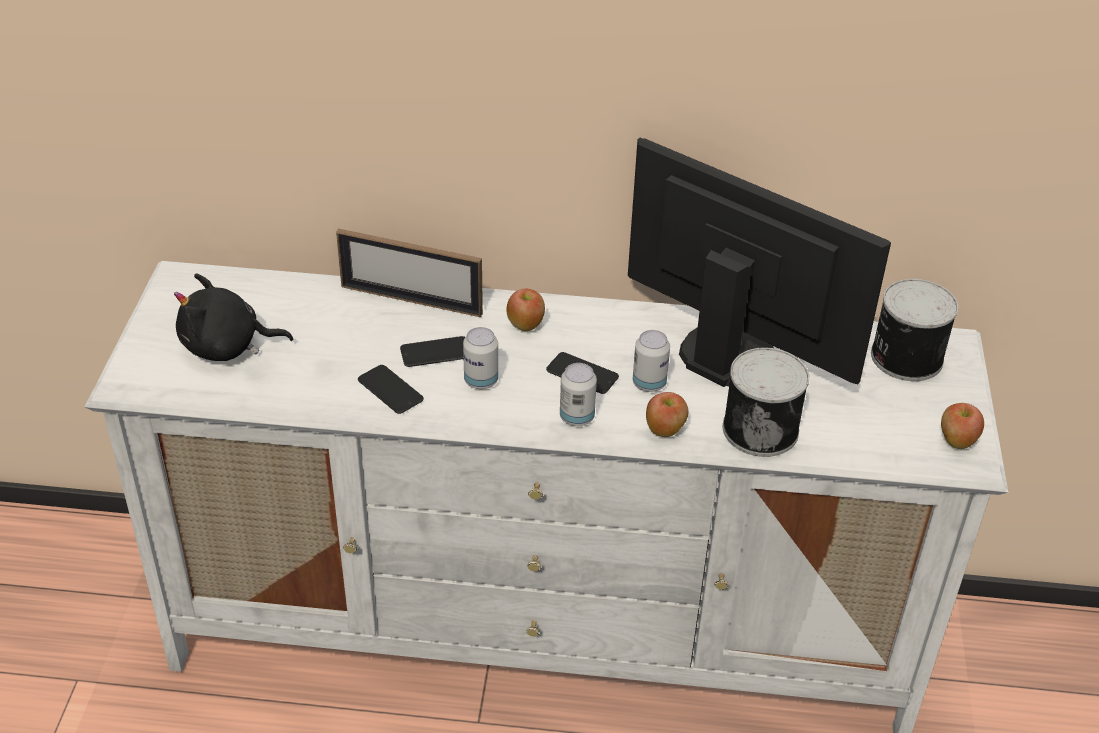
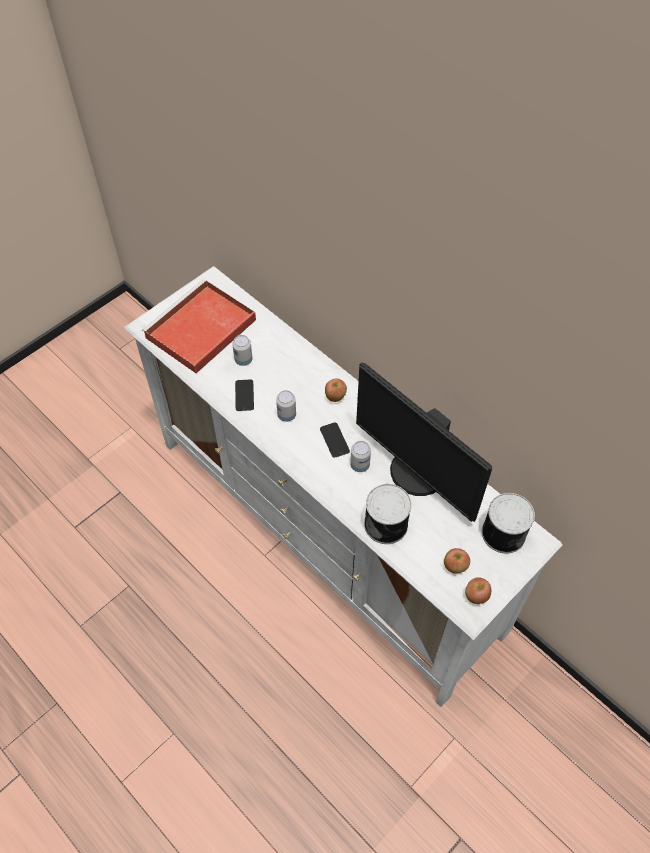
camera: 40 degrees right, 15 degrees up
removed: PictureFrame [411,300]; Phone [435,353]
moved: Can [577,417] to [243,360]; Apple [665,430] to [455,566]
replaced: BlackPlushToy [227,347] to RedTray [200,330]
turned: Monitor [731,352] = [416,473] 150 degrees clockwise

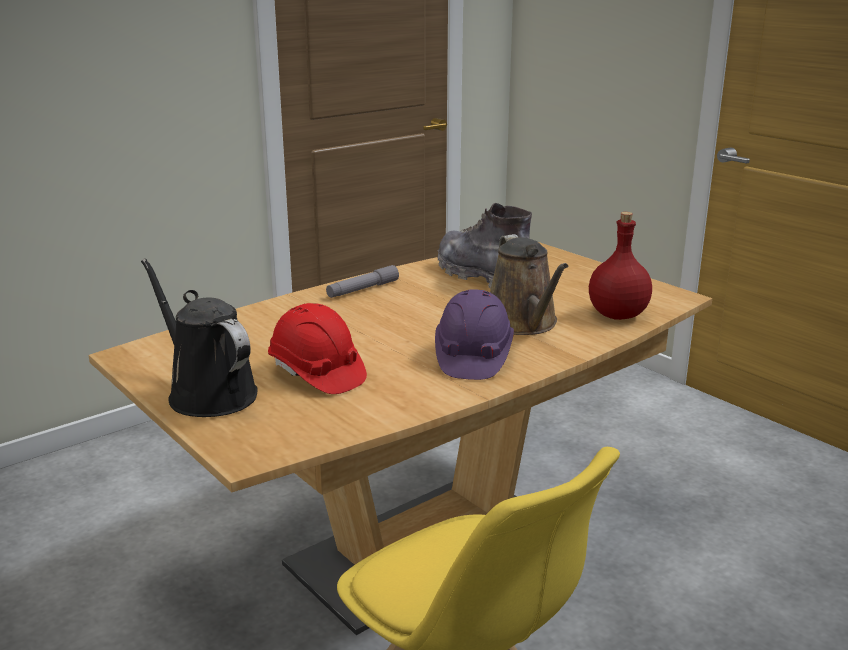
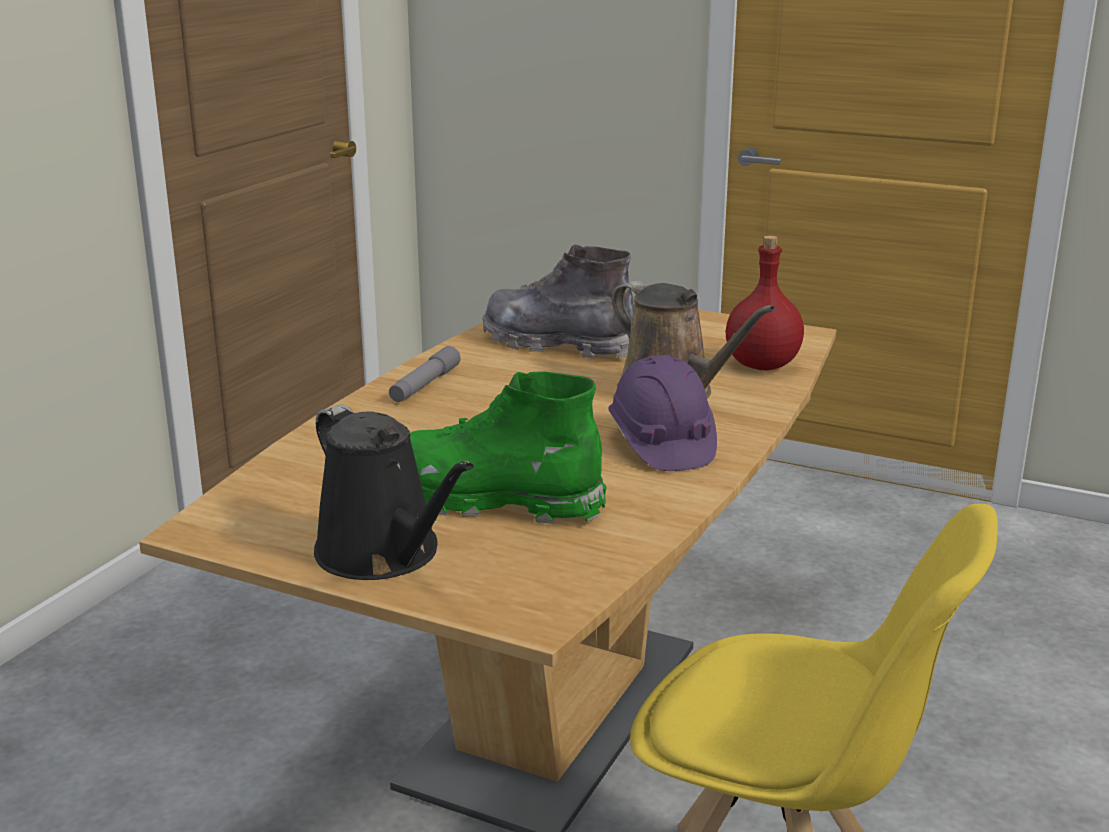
camera: 25 degrees left, 0 degrees up
replaced: RedHardHat [316,374] to GreenBoot [497,501]
turned: BlackWateringCan [208,393] = [384,554] 150 degrees counterclockwise

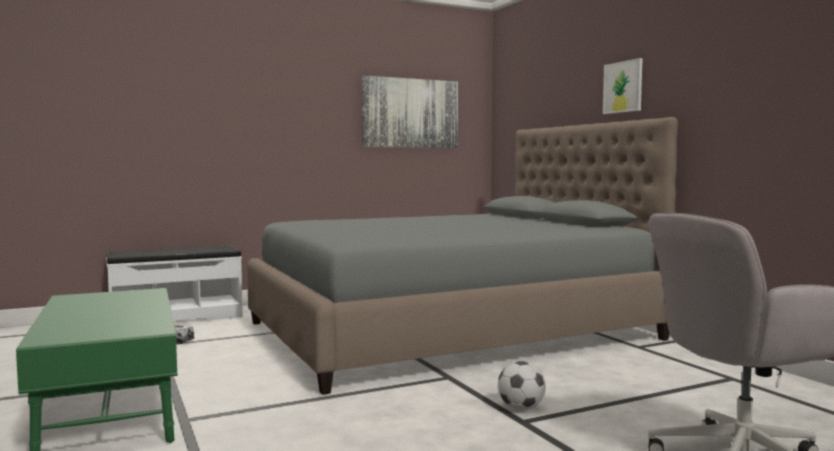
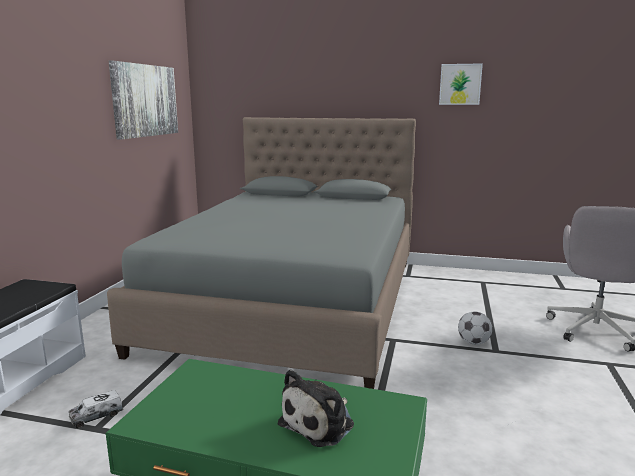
camera: 50 degrees left, 10 degrees up
added: PlushToy [320,423]
moved: Picture [623,87] to [460,84]

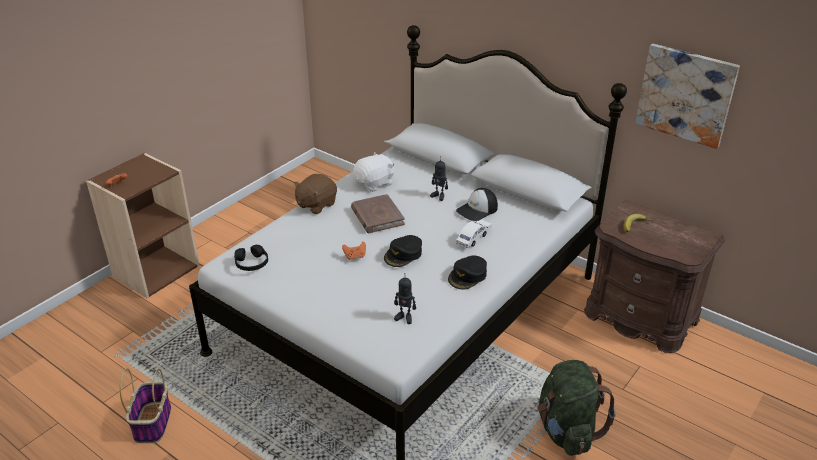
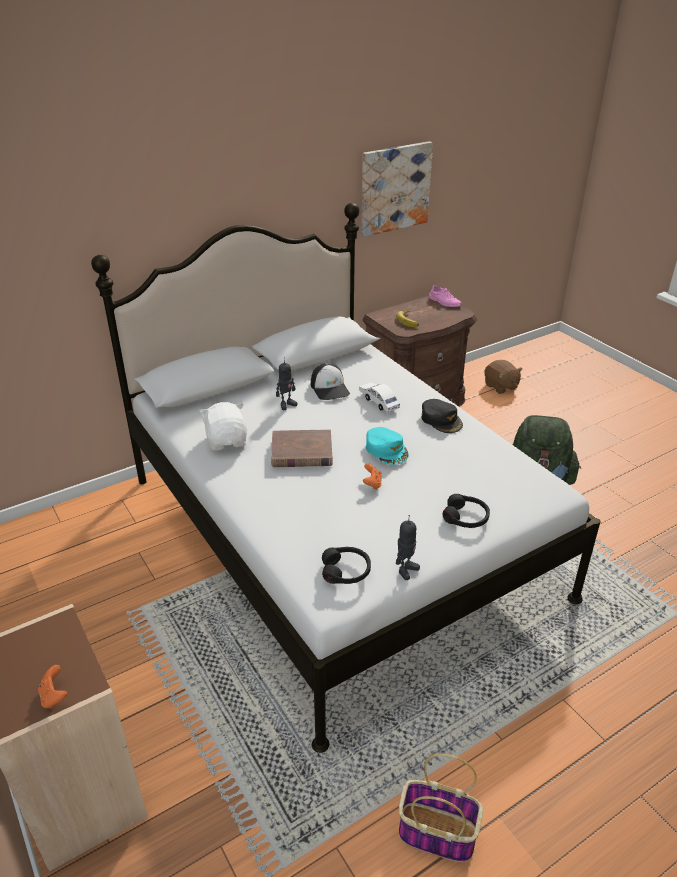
camera: 70 degrees left, 0 degrees up
added: PinkShoe [444,302]; BlackHeadphones [466,517]
moved: BrownPlushToy [316,205] to [500,386]; ToyRobot [404,317] to [406,570]
recoloured: BlackCap [403,255] to TurquoiseCap [386,450]

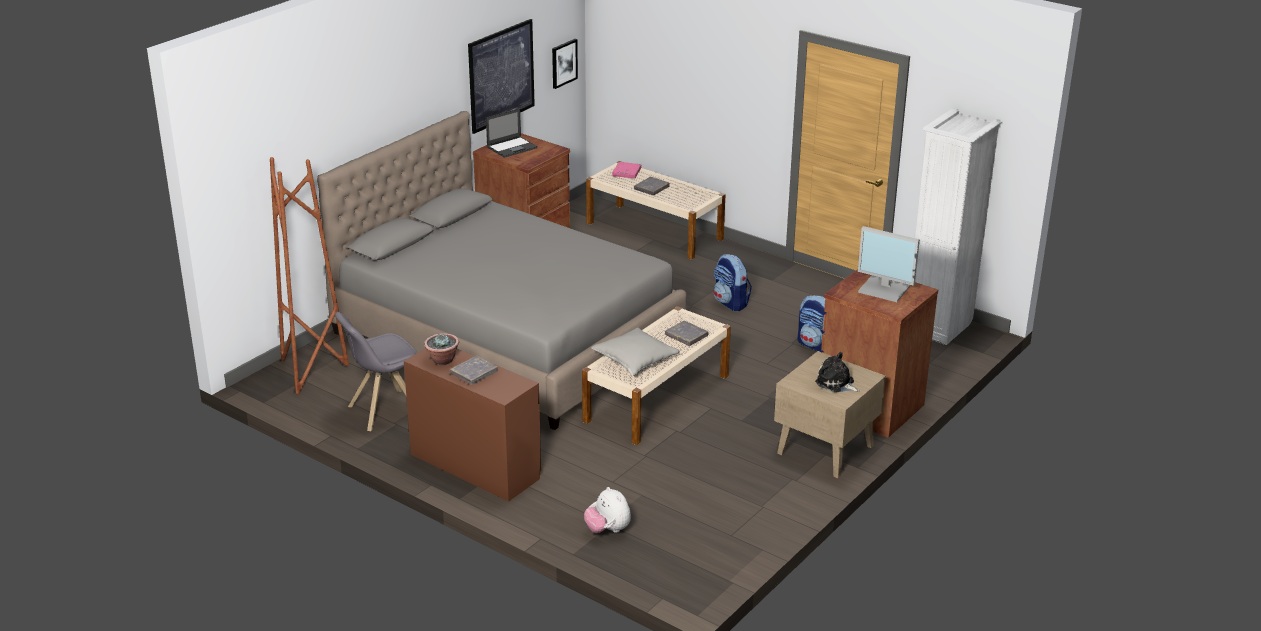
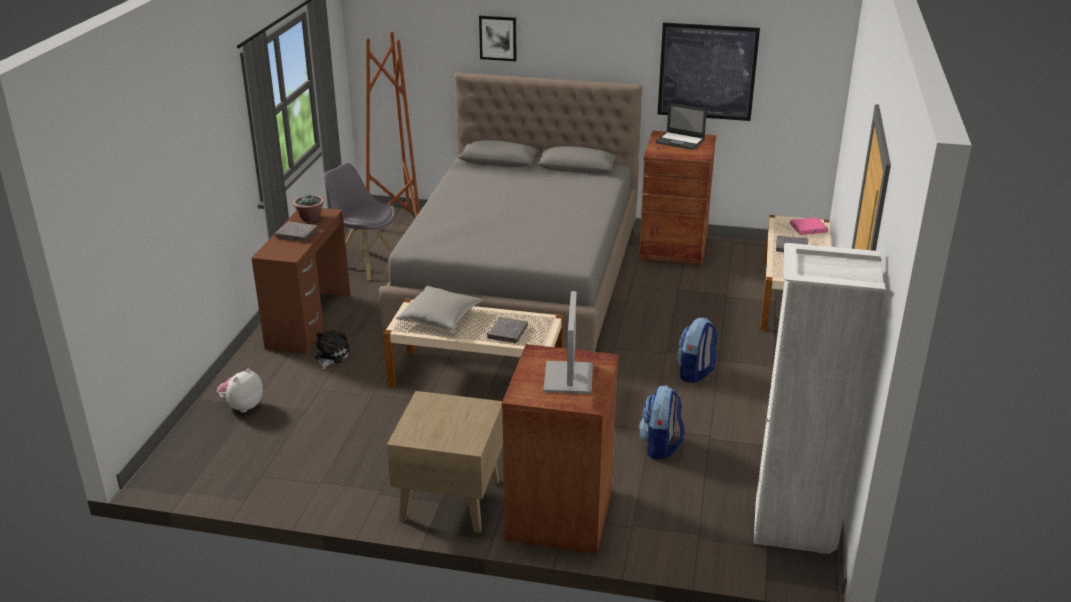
camera: 65 degrees right, 0 degrees up
moved: Picture [564,63] to [498,38]; PlushToy [836,383] to [330,356]

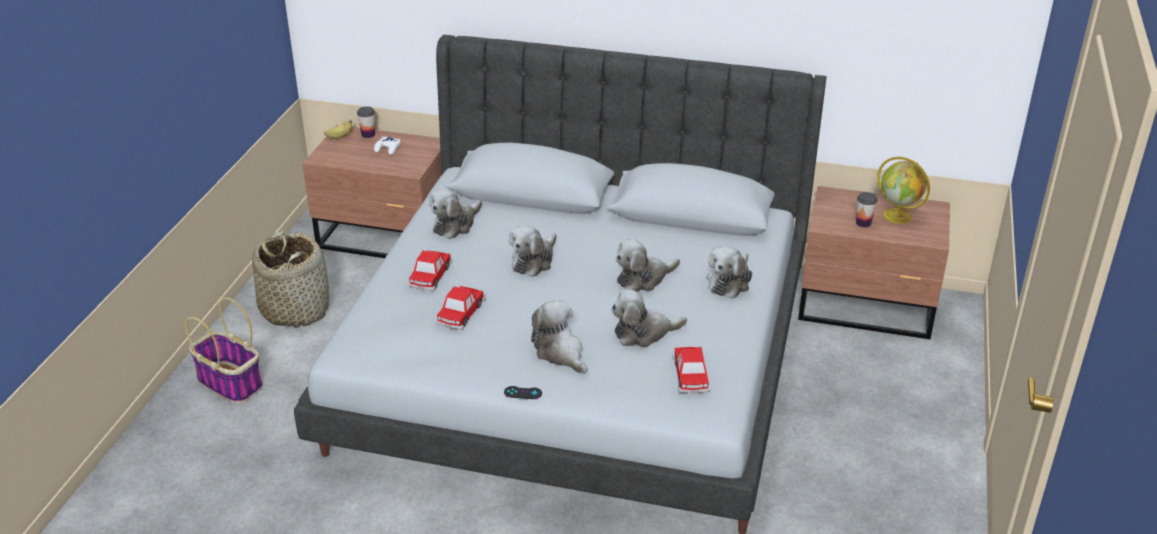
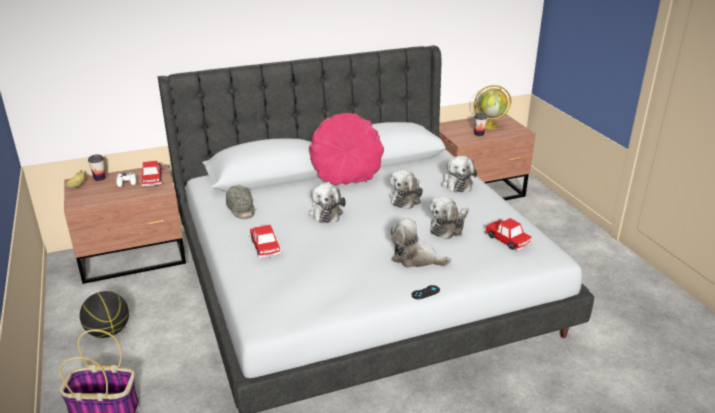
camera: 35 degrees left, 5 degrees down
added: PinkPillow [346,179]
moved: ToyCar [460,313] to [152,178]
replaced: Basket [295,309] to Basketball [109,332]; PlushToy [455,224] to GreyCap [241,210]

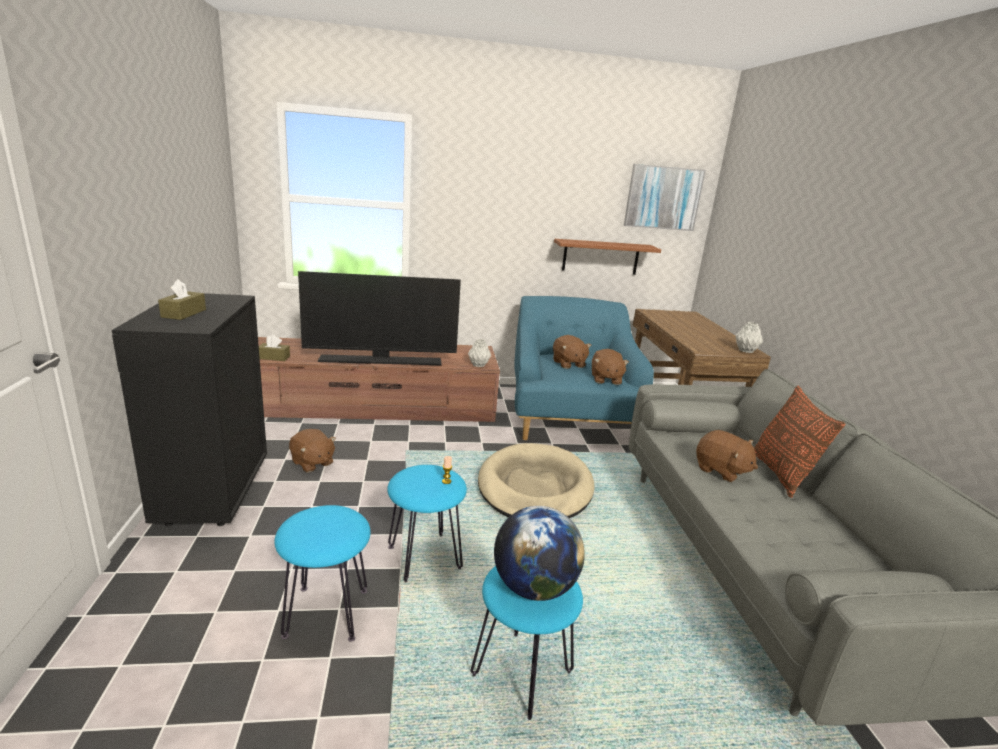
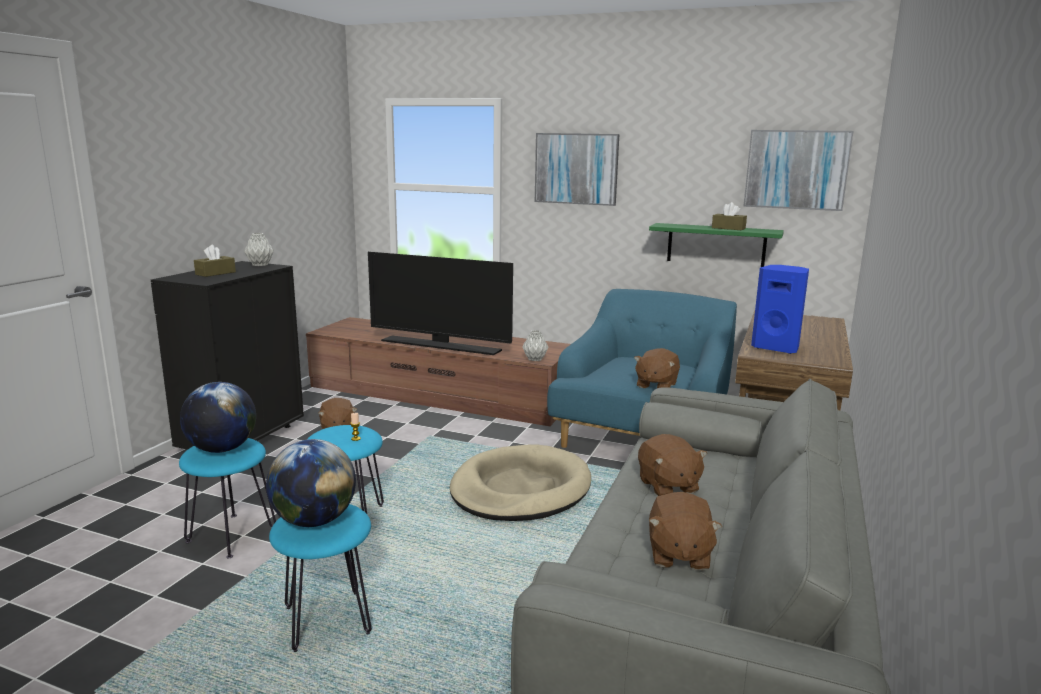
camera: 30 degrees right, 5 degrees down
removed: BrownPillow [781,475]
added: Globe [222,449]; Picture [576,169]; BlueSpeaker [776,348]
moved: BrownTissueBox [273,357] to [728,228]; BrownPlushToy [568,364] to [678,554]; GreyVase [746,351] to [260,265]
recoloured: BrownShelf [600,257] to GreenShelf [716,245]

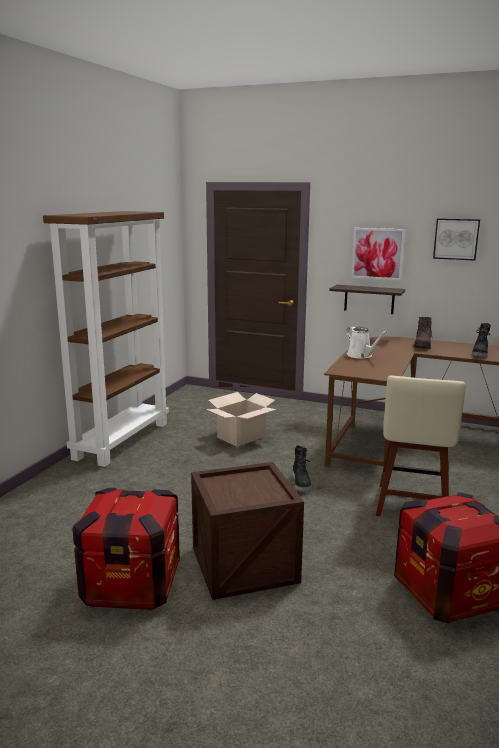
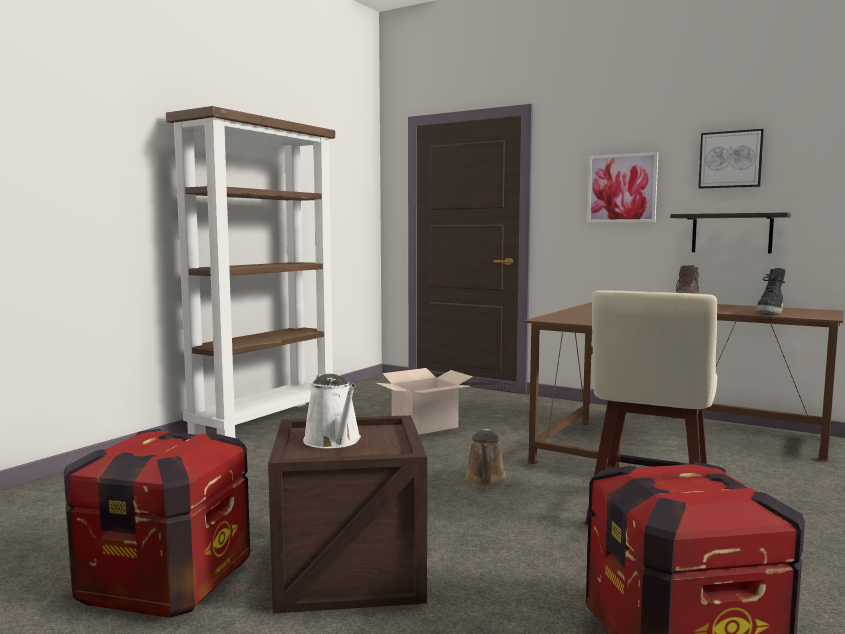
camera: 10 degrees right, 10 degrees down
moved: Shelf [369,299] to [731,233]; WhiteWateringCan [361,355] to [334,441]
replaced: BlackBoot [301,483] to BrownWateringCan [485,479]

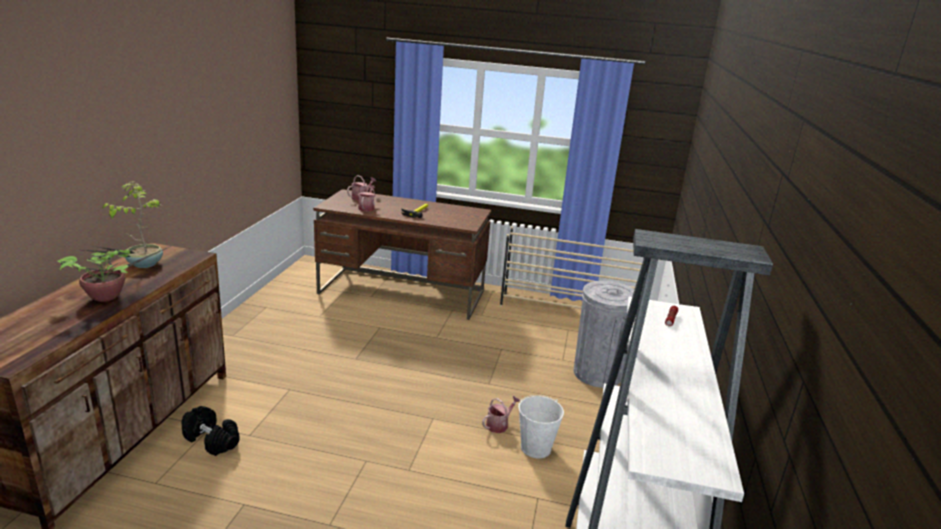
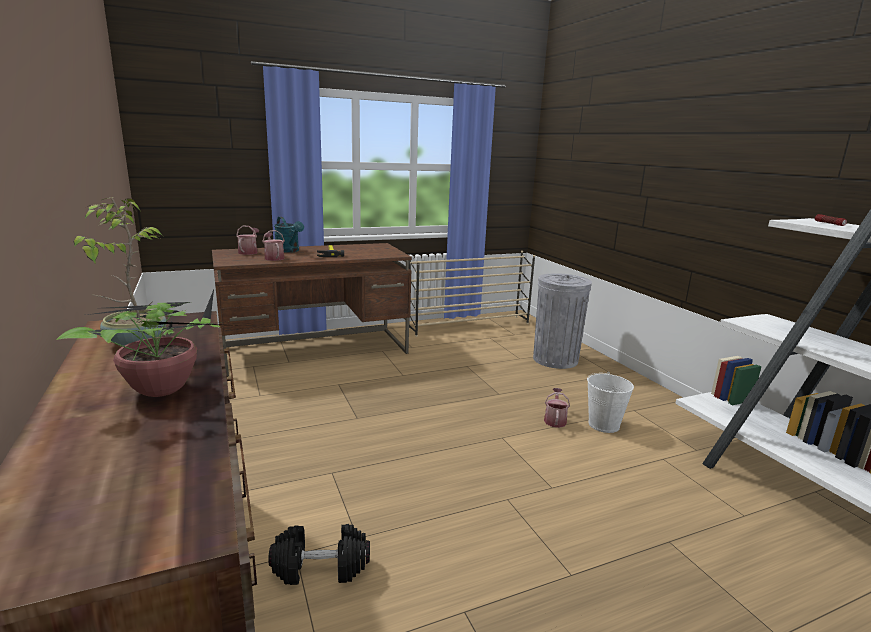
camera: 35 degrees left, 5 degrees down
added: TurquoiseWateringCan [289,251]

